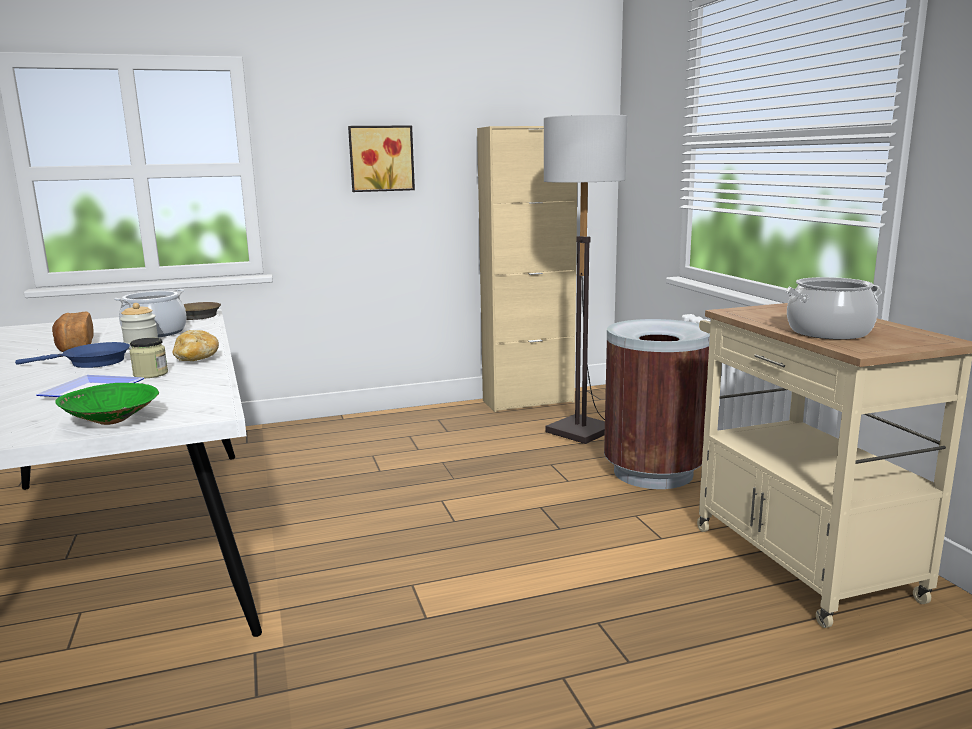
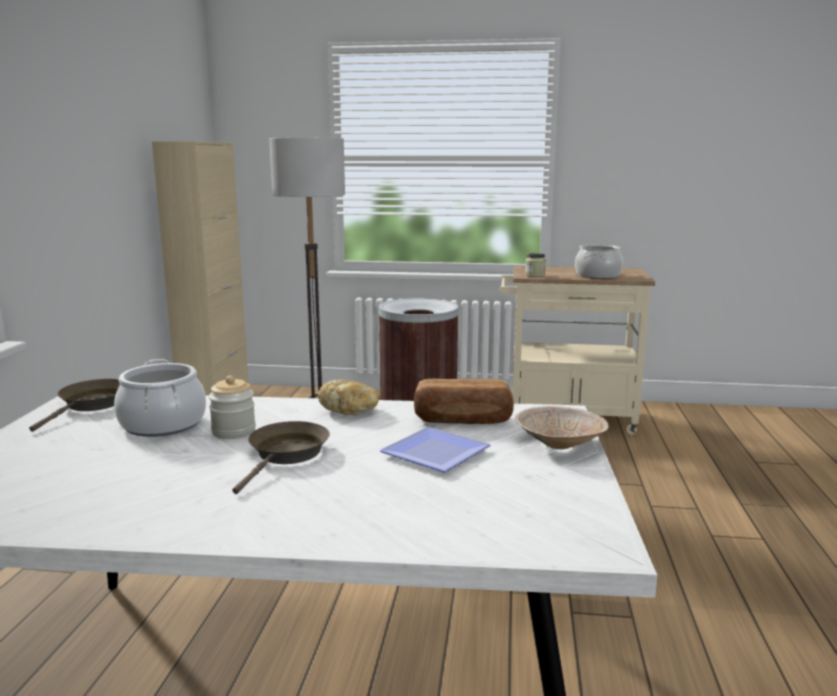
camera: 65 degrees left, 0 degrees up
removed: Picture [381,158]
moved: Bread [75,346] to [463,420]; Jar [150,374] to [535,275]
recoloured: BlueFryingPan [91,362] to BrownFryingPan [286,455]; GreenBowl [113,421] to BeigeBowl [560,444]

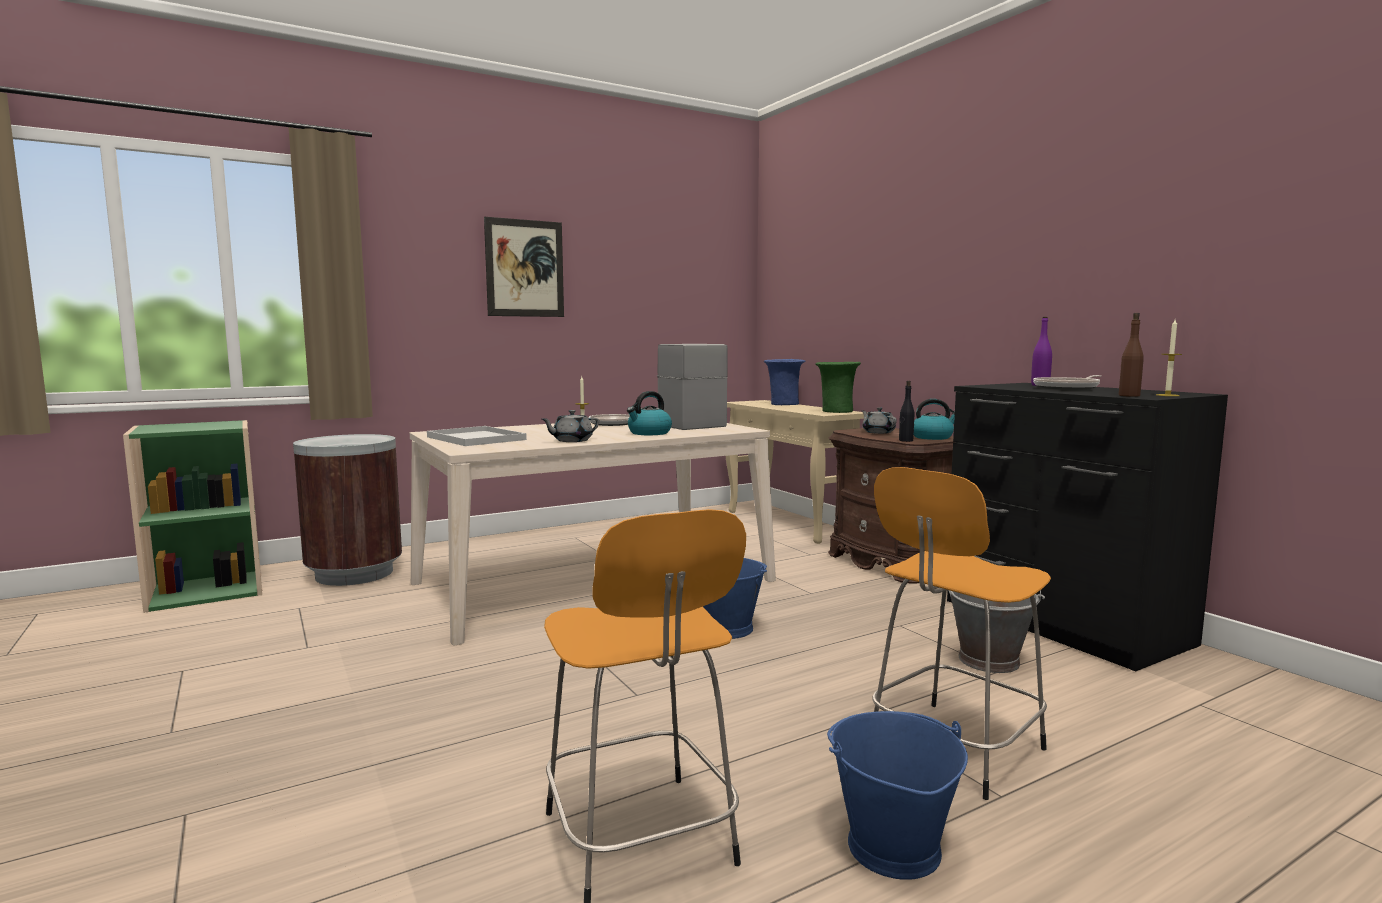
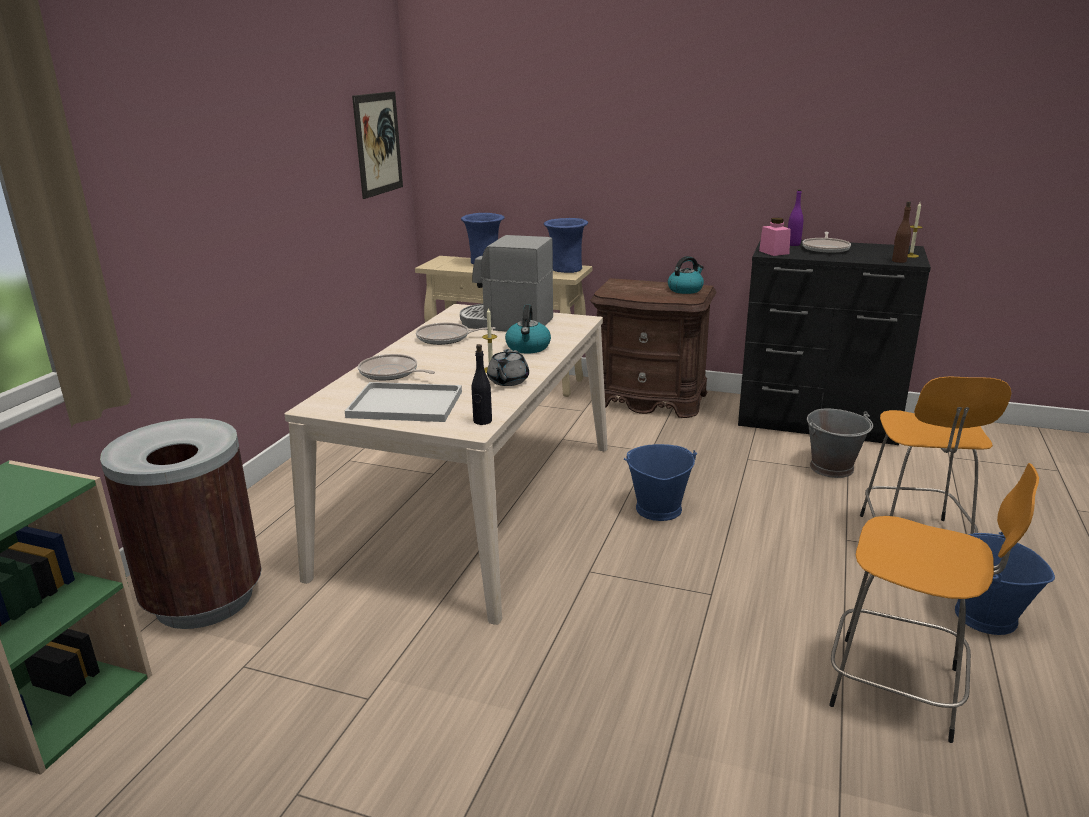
camera: 40 degrees left, 15 degrees up
removed: GreyTeapot [878,432]
added: FryingPan [391,373]; PinkJar [774,252]
moved: Picture [525,268] to [378,144]; BlackBottle [905,440] to [482,421]
recoloured: GreenVase [836,412] to BlueVase [565,270]

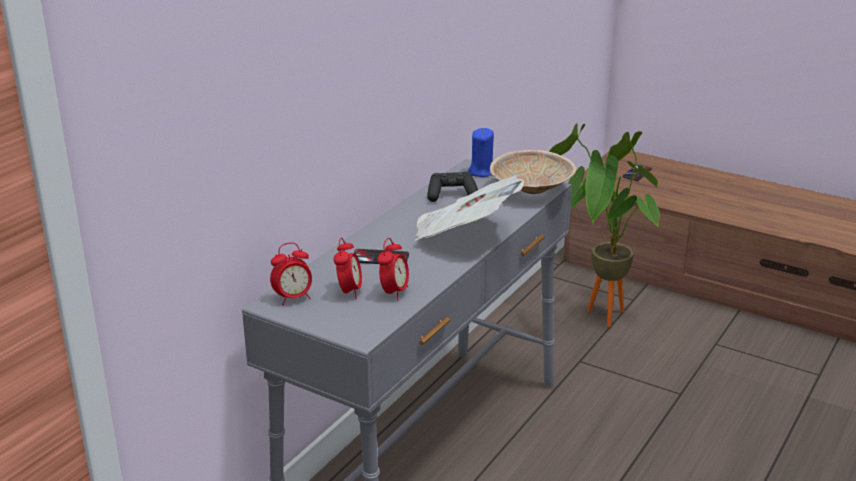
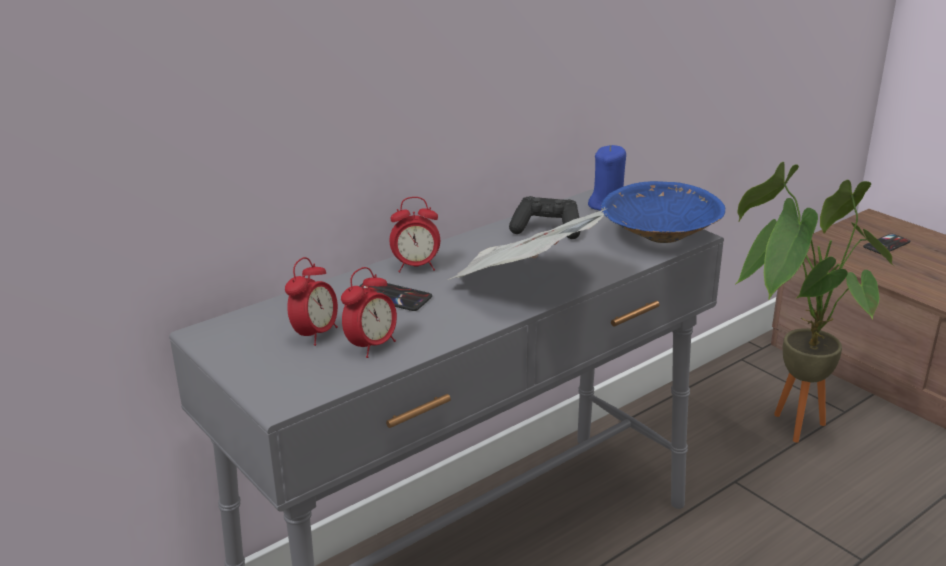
camera: 20 degrees right, 0 degrees up
moved: AlarmClock [293,298] to [416,267]
recoloured: BeigeBowl [530,190] to BlueBowl [658,237]

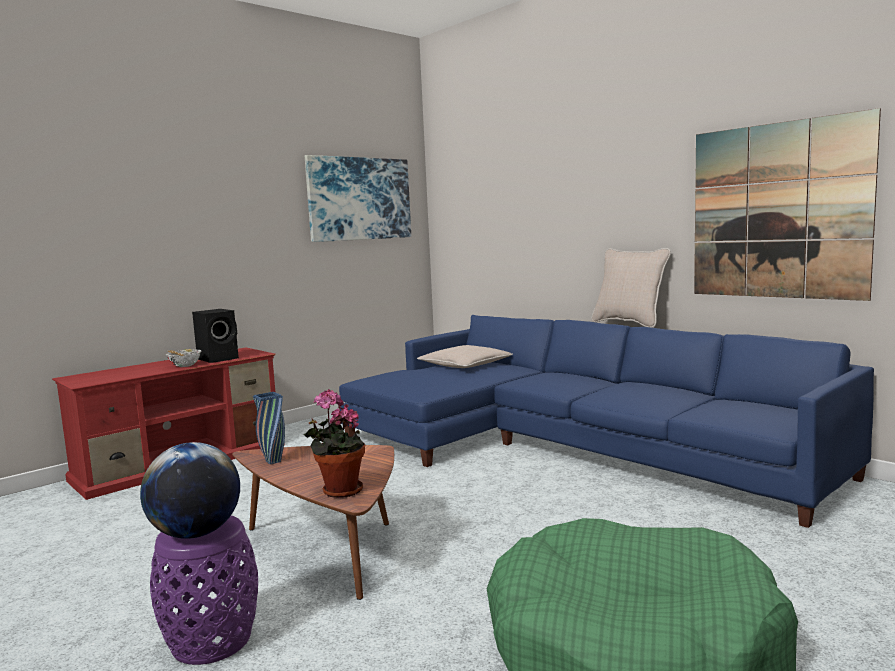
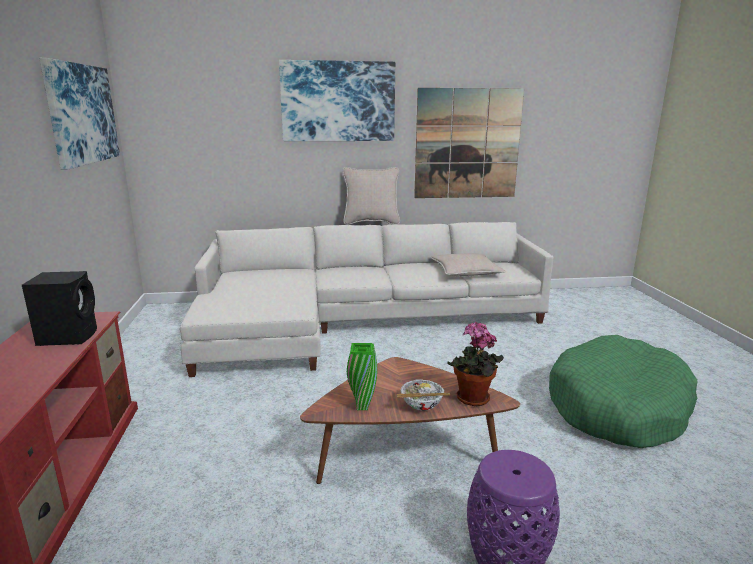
camera: 55 degrees left, 10 degrees up
removed: Globe [196,533]
added: Picture [338,101]
moved: Bowl [184,366] to [421,406]; BeigePillow [465,365] to [466,271]
recoloured: BlueVase [273,461] to GreenVase [362,407]; BlueSofa [562,444] to WhiteSofa [356,320]

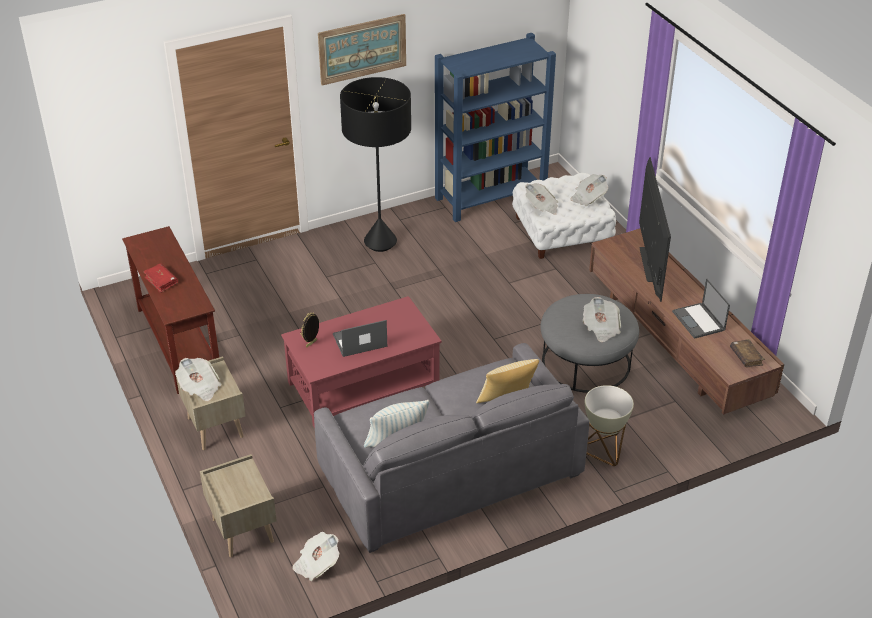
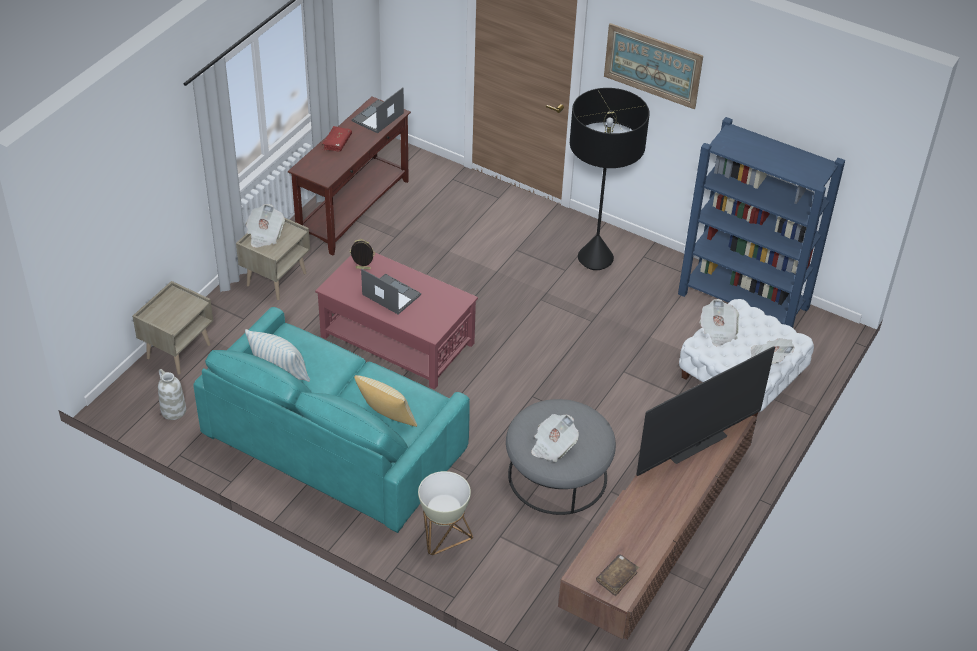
camera: 55 degrees right, 5 degrees up
moved: Laptop [699,321] to [377,117]
replaced: Newspaper [316,564] to WhiteVase [173,410]
recoloured: GreySofa [450,473] to TurquoiseSofa [334,444]

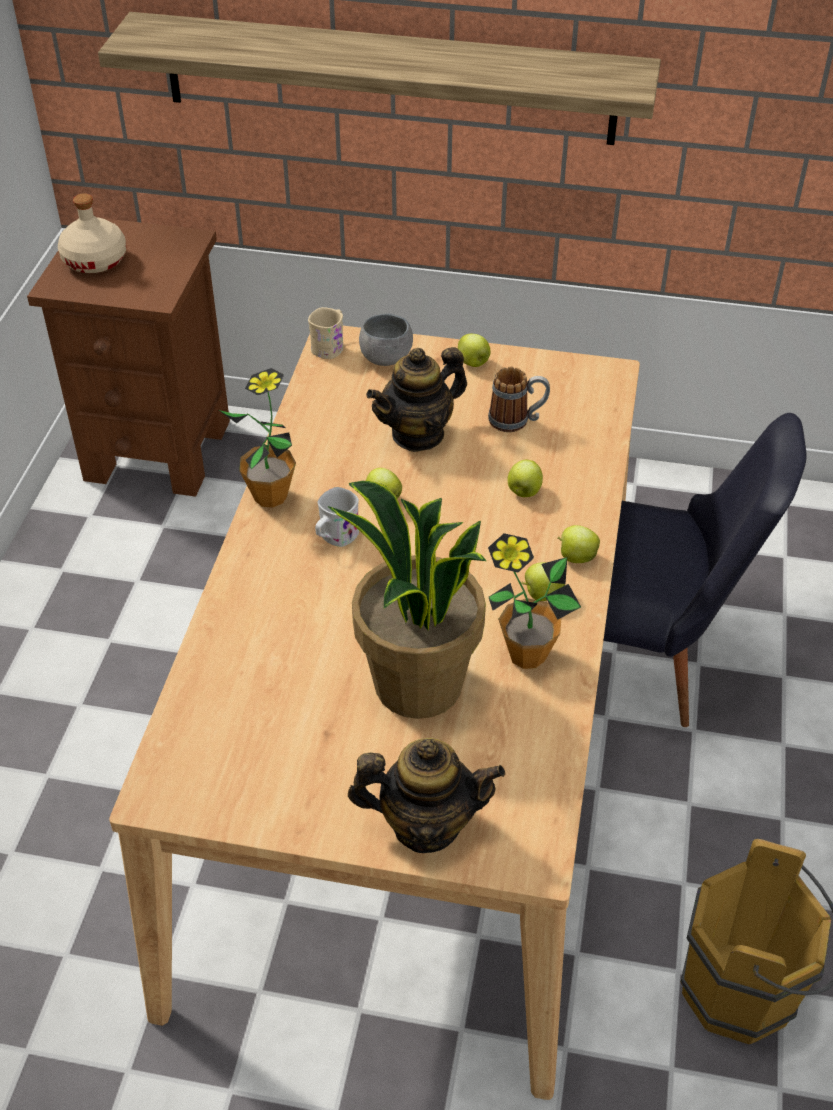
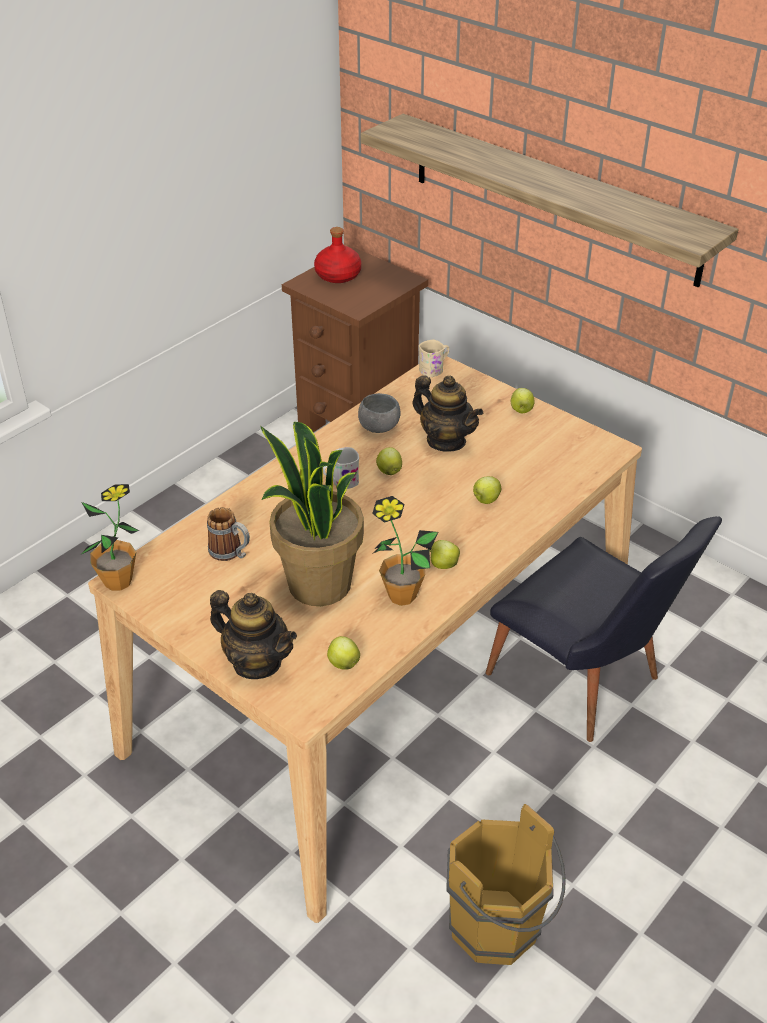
camera: 30 degrees right, 5 degrees down
moved: PottedPlant [270,496] to [118,581]; GreyBowl [386,357] to [379,427]; Mug [517,421] to [231,553]; Apple [576,557] to [343,663]
recoloured: BeigeBottle [95,260] to RedBottle [338,275]
turned: Teapot [418,434] = [446,441] 135 degrees counterclockwise

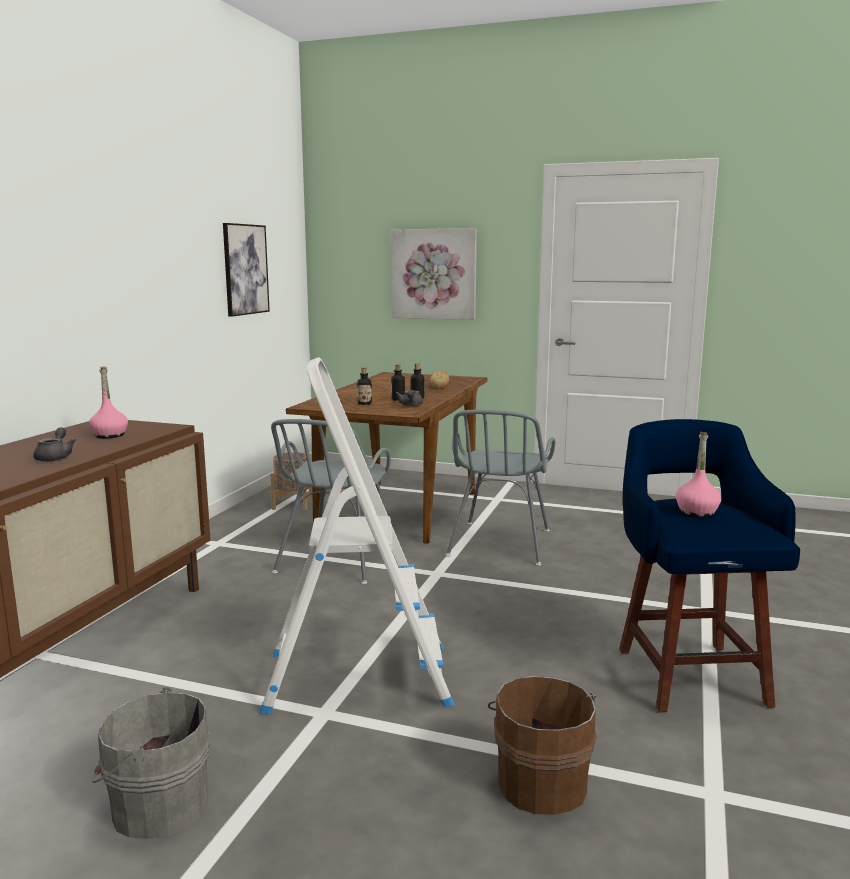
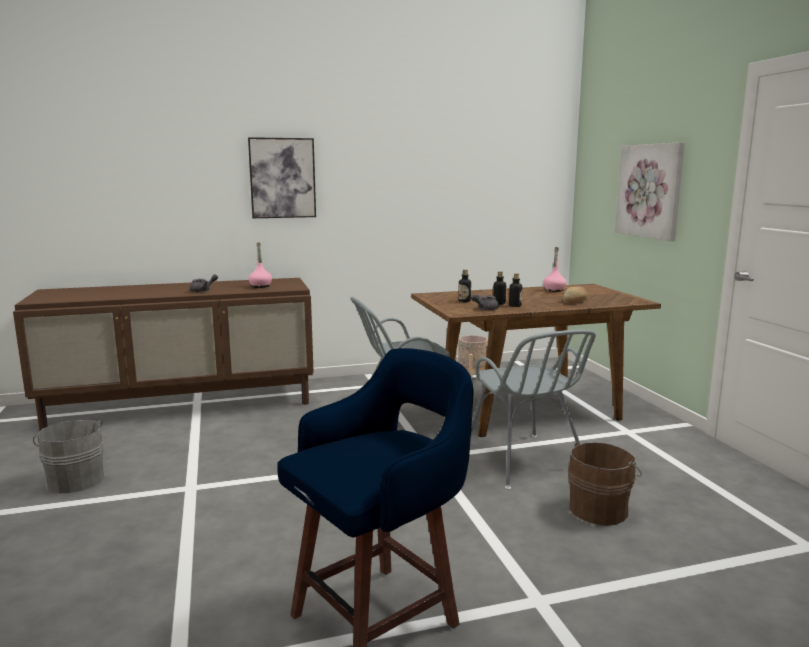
camera: 55 degrees right, 0 degrees up
removed: WhiteStepLadder [360,678]
moved: Picture [245,269] to [282,178]; BrownBucket [541,781] to [600,509]; PinkBottle [696,511] to [554,290]
turned: GreyChair [499,544] = [526,462] 90 degrees counterclockwise

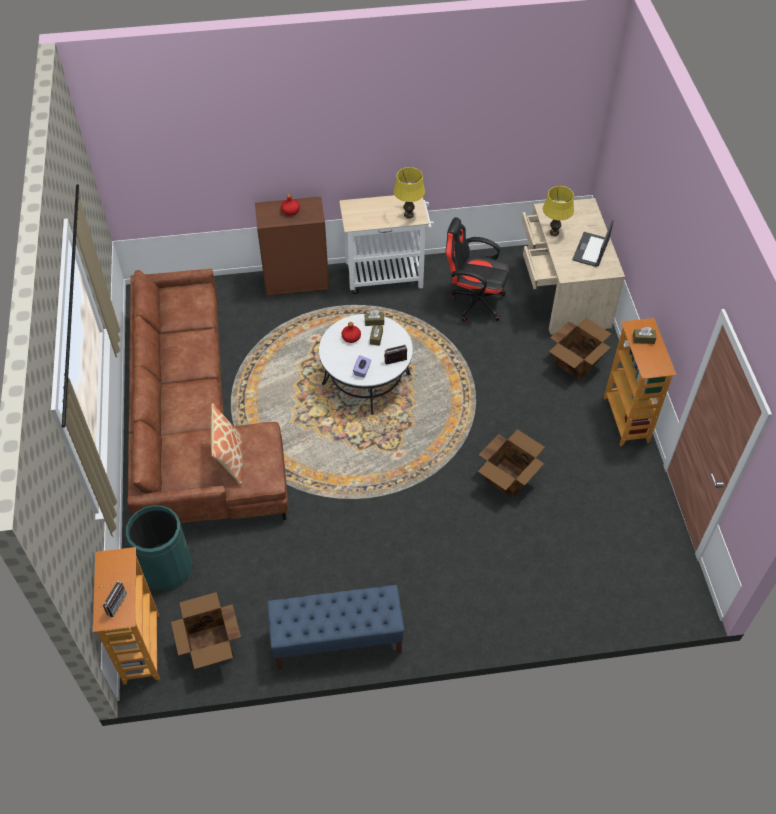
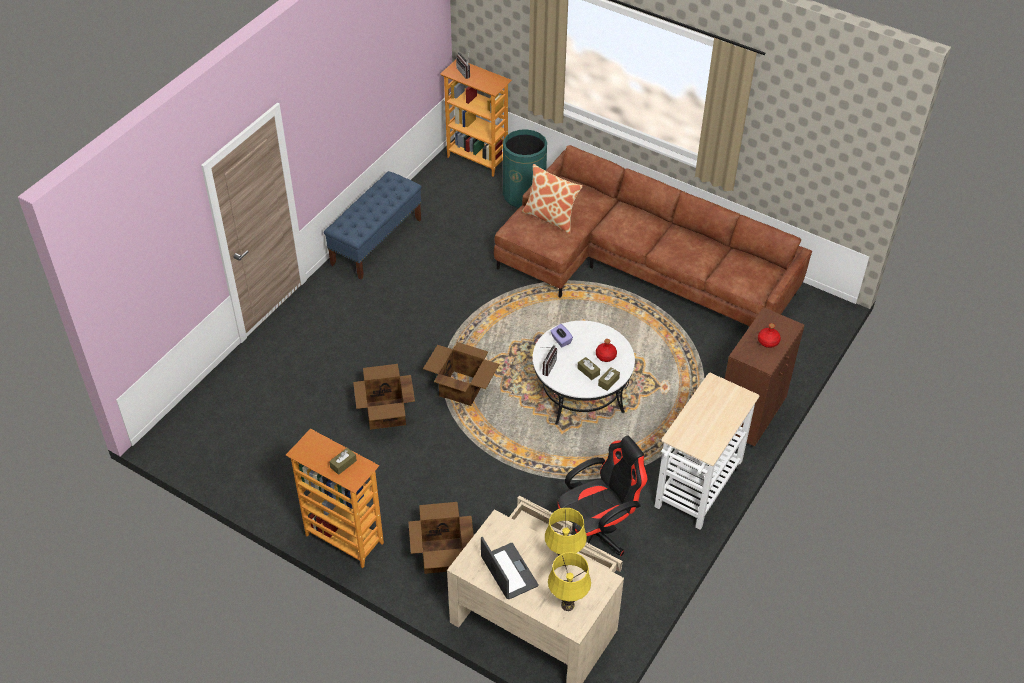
camera: 130 degrees right, 5 degrees down
moved: CardboardBox [210,646] to [461,388]; YellowTableLamp [409,215] to [567,605]

